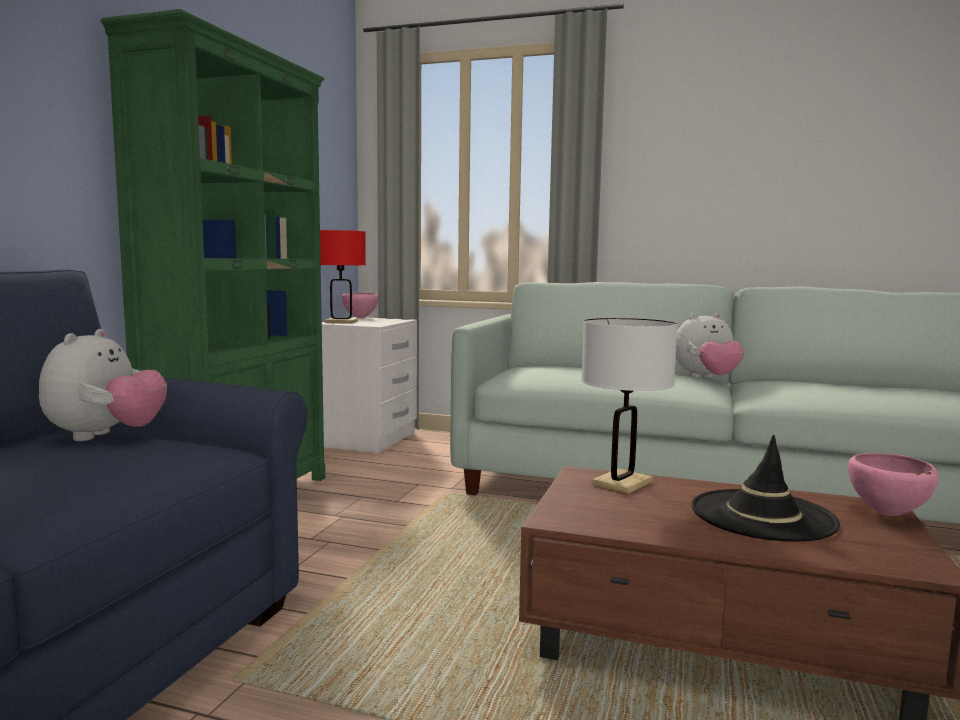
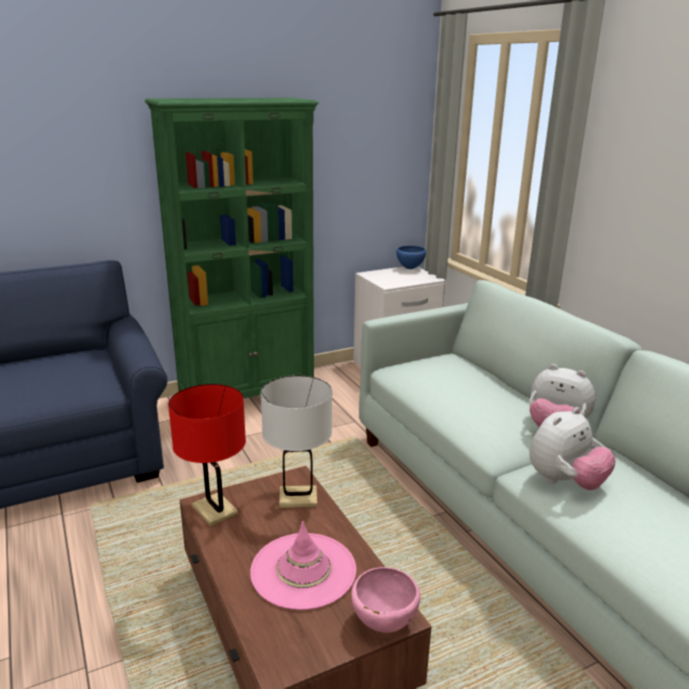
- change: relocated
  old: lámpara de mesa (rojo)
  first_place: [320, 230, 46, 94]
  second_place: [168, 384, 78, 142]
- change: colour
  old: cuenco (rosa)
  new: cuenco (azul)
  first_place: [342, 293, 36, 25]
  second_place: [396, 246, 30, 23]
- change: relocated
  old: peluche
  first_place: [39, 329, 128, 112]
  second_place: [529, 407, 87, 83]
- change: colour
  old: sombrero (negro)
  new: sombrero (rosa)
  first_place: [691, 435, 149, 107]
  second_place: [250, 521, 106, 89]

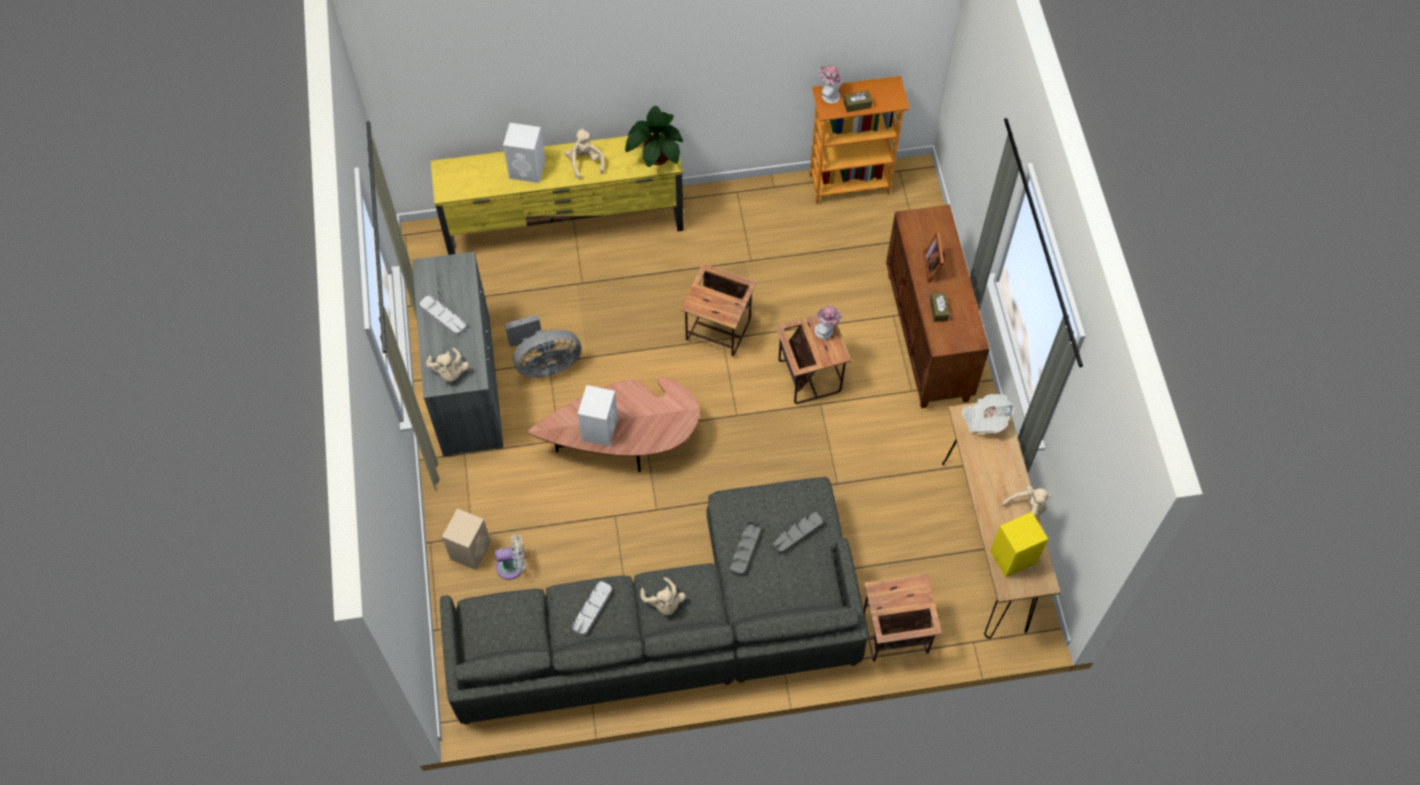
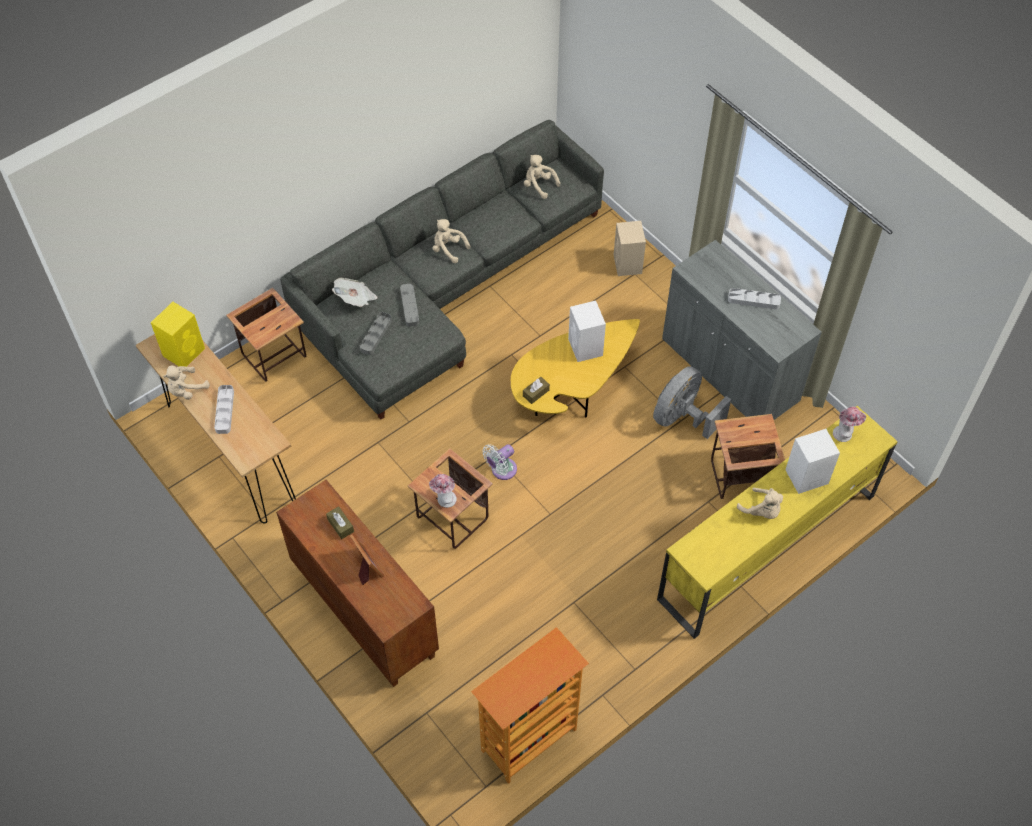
- change: relocated
  old: sombrero
  first_place: [819, 65, 23, 39]
  second_place: [833, 407, 33, 35]
- change: relocated
  old: caja de pañuelos (marrón)
  first_place: [844, 91, 28, 21]
  second_place: [523, 377, 27, 27]
- change: missing
  old: planta en maceta
  first_place: [625, 106, 58, 61]
- change: relocated
  old: mesa auxiliar
  first_place: [680, 264, 77, 92]
  second_place: [711, 414, 74, 85]
- change: relocated
  old: peluche (beis)
  first_place: [426, 348, 43, 34]
  second_place: [524, 155, 37, 44]
- change: colour
  old: mesa de centro (marrón)
  new: mesa de centro (amarillo)
  first_place: [528, 377, 172, 95]
  second_place: [511, 319, 129, 98]
- change: relocated
  old: periódico
  first_place: [962, 394, 53, 40]
  second_place: [332, 278, 45, 29]
- change: relocated
  old: ventilador (blanco)
  first_place: [495, 534, 31, 46]
  second_place: [482, 444, 35, 36]
- change: relocated
  old: bandeja (gris)
  first_place: [572, 581, 40, 55]
  second_place: [214, 385, 20, 49]

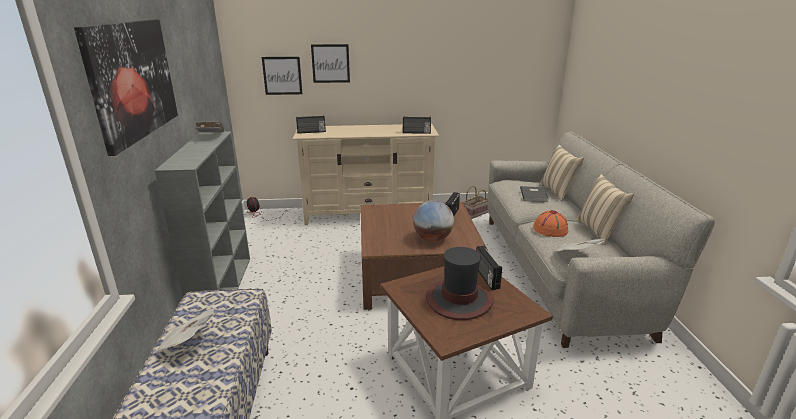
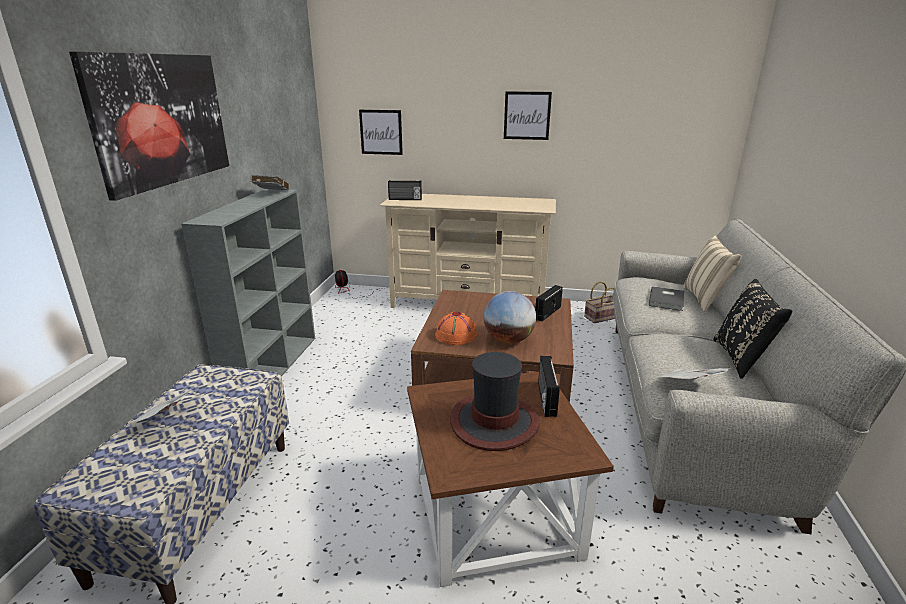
- change: relocated
  old: cuadro
  first_place: [311, 44, 39, 39]
  second_place: [504, 91, 48, 49]
- change: missing
  old: radio
  first_place: [403, 117, 28, 17]
- change: colour
  old: cojín (beis)
  new: cojín (negro)
  first_place: [576, 174, 58, 71]
  second_place: [714, 279, 78, 100]
- change: relocated
  old: sombrero (naranja)
  first_place: [533, 210, 35, 27]
  second_place: [435, 312, 42, 33]

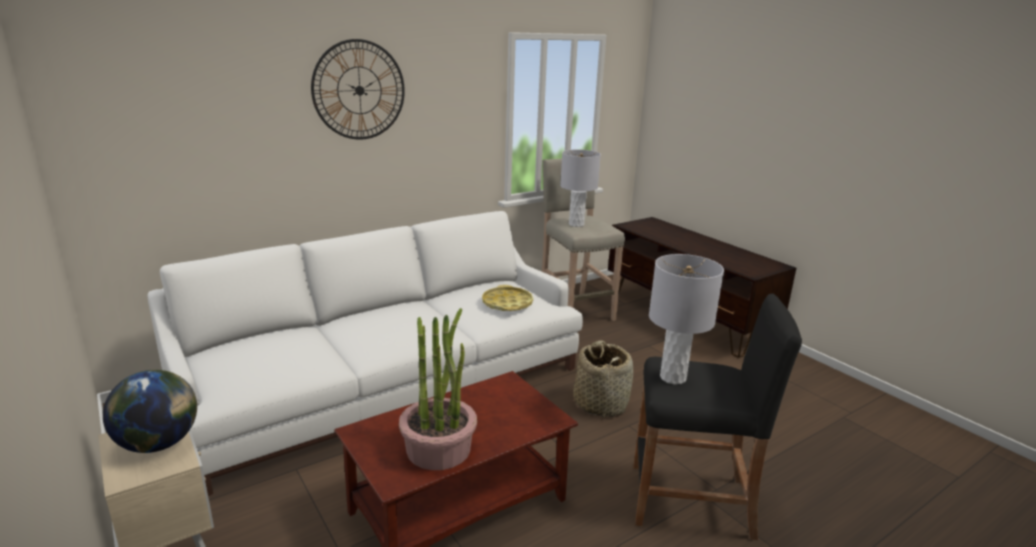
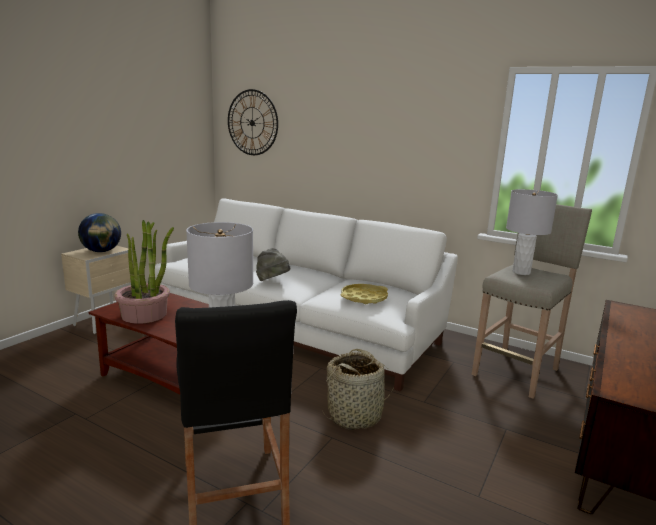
- change: relocated
  old: reloj de pared
  first_place: [311, 39, 94, 101]
  second_place: [228, 89, 50, 66]
- change: appeared
  new: sombrero (gris)
  second_place: [256, 248, 34, 33]

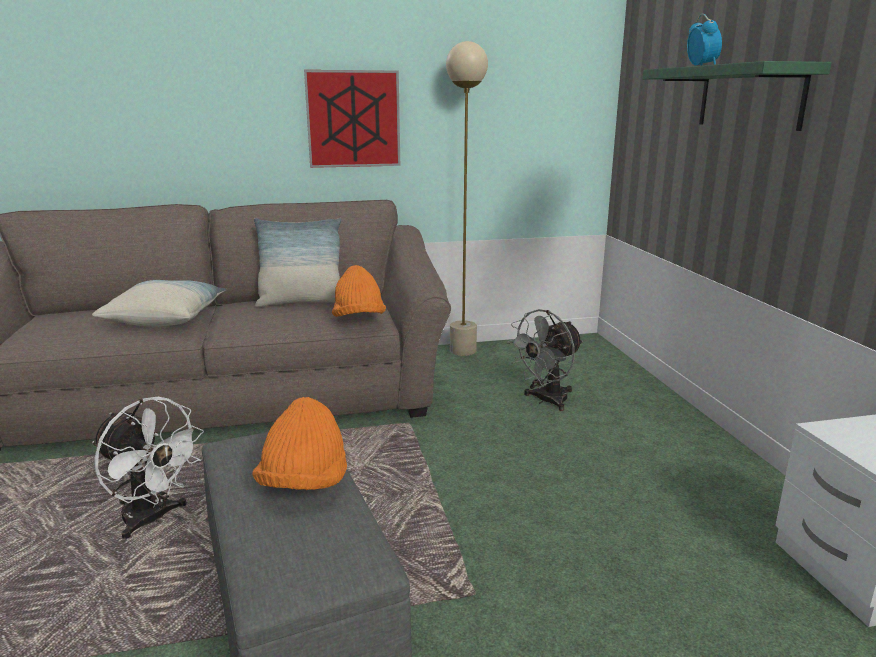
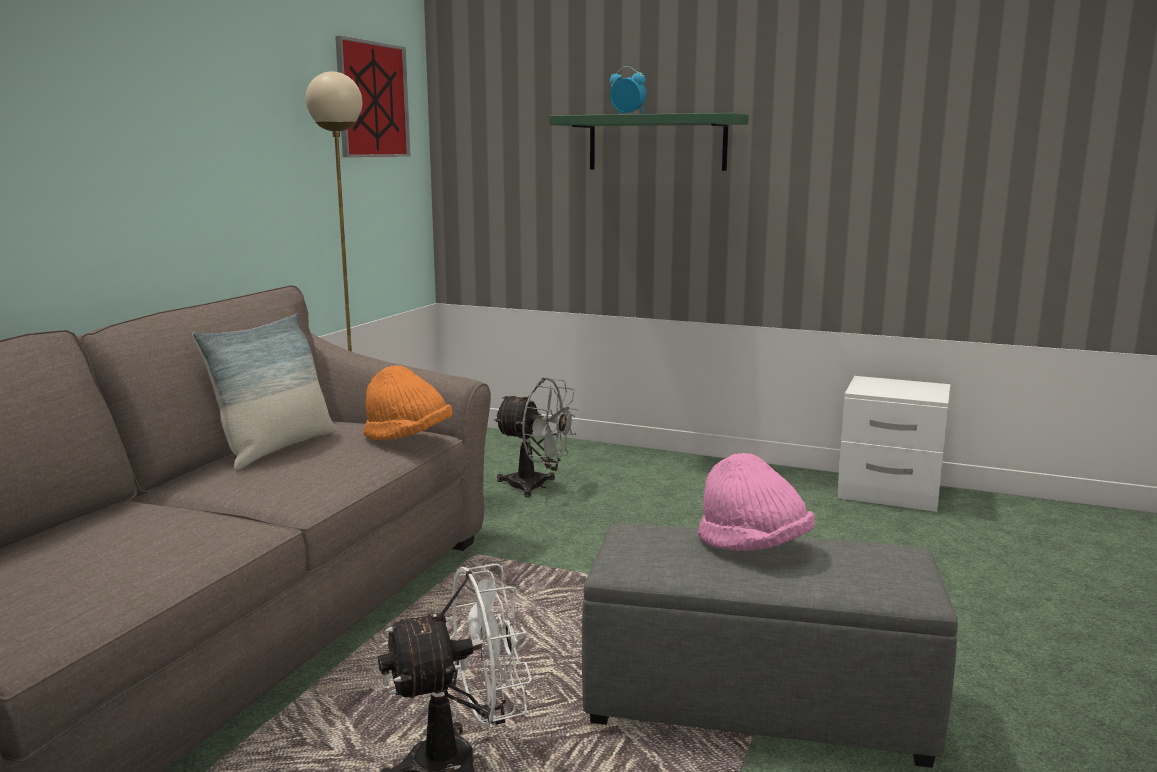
- change: relocated
  old: cuadro
  first_place: [304, 70, 96, 98]
  second_place: [335, 36, 76, 121]
- change: missing
  old: cojín
  first_place: [92, 280, 134, 46]
- change: spun
  old: ventilador (gris)
  first_place: [507, 309, 76, 102]
  second_place: [493, 378, 85, 120]
  degrees: -60
- change: colour
  old: sombrero (naranja)
  new: sombrero (rosa)
  first_place: [252, 397, 95, 93]
  second_place: [698, 453, 117, 98]

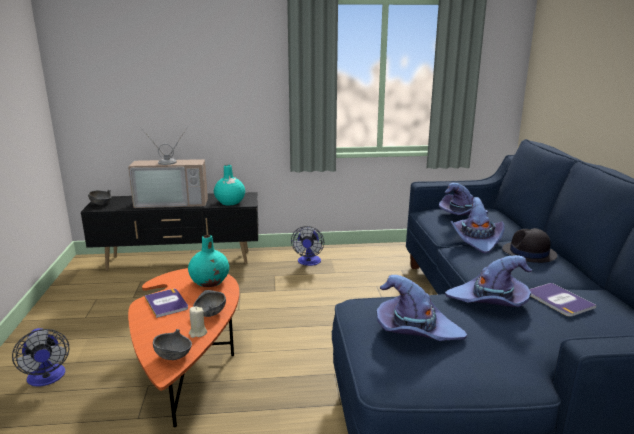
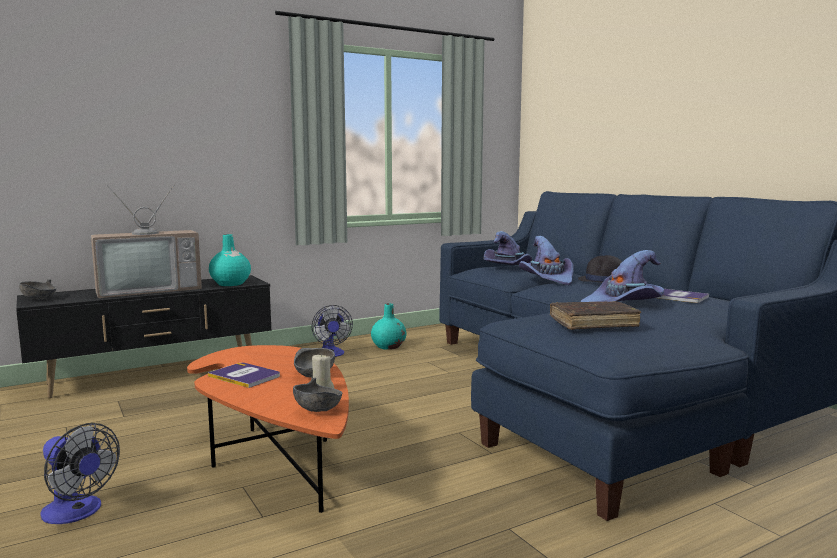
- change: relocated
  old: florero (turquesa)
  first_place: [188, 235, 41, 52]
  second_place: [371, 303, 36, 47]
- change: exchanged
  old: sombrero (morado)
  new: libro (marrón)
  first_place: [376, 275, 91, 66]
  second_place: [550, 301, 91, 29]

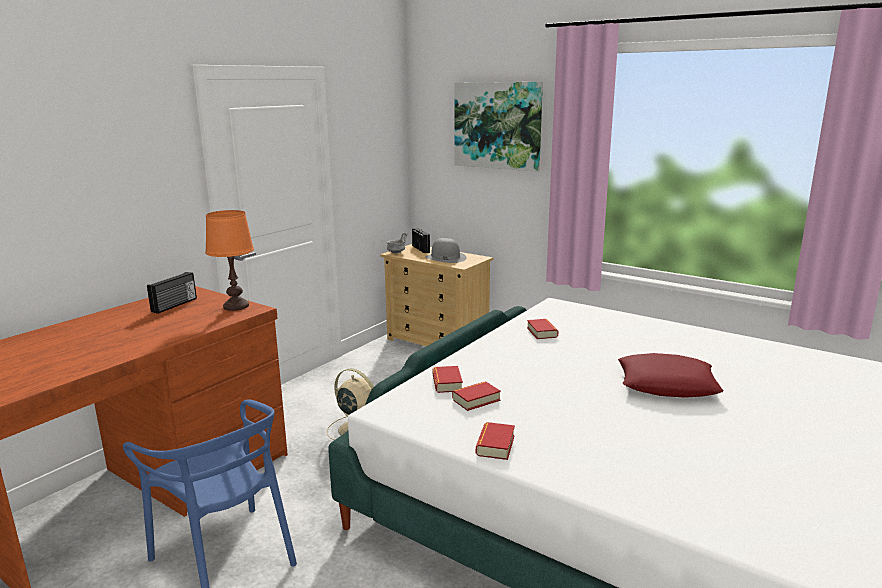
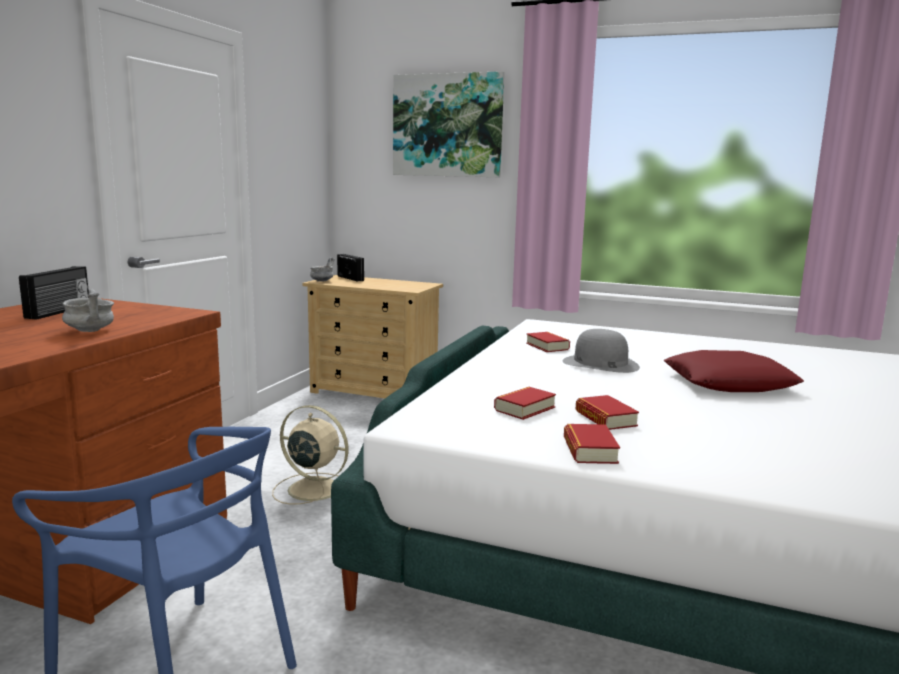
- change: missing
  old: lámpara de mesa (naranja)
  first_place: [205, 210, 49, 101]
- change: relocated
  old: sombrero (gris)
  first_place: [425, 238, 41, 25]
  second_place: [562, 329, 78, 44]
- change: relocated
  old: libro
  first_place: [433, 366, 30, 27]
  second_place: [575, 395, 64, 35]
- change: appeared
  new: cuenco (gris)
  second_place: [62, 289, 52, 43]

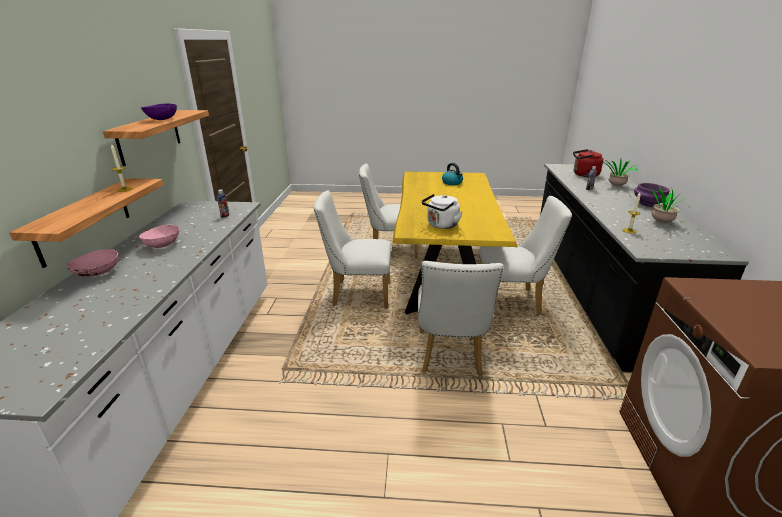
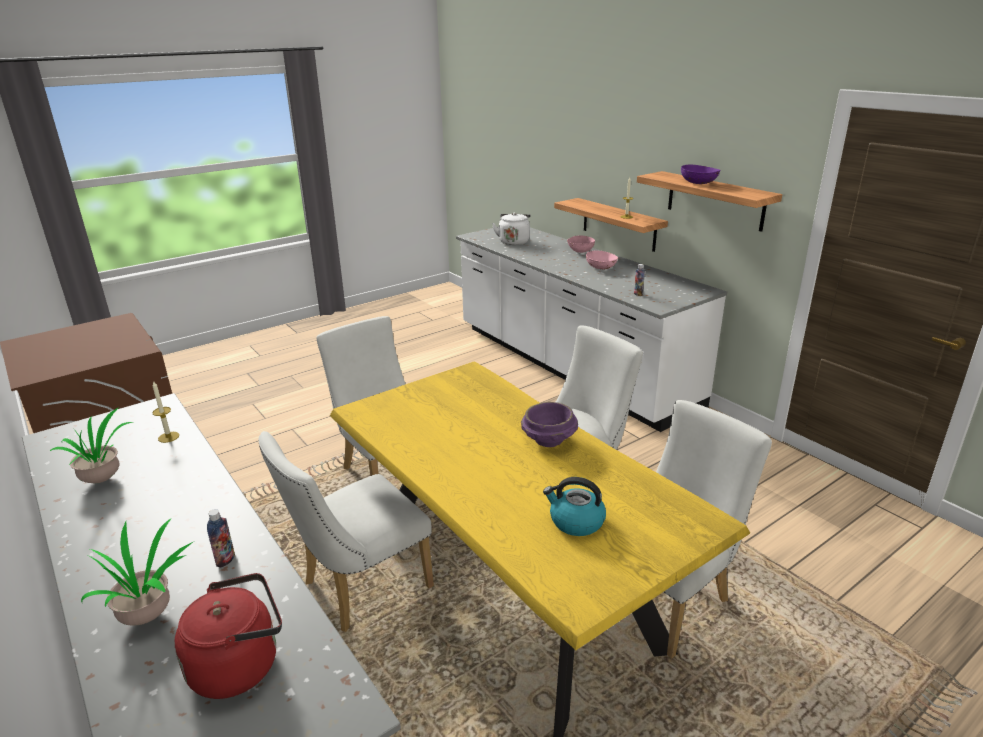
- change: relocated
  old: cuenco (morado)
  first_place: [634, 183, 36, 24]
  second_place: [521, 402, 57, 45]
- change: relocated
  old: hervidor (blanco)
  first_place: [422, 194, 40, 35]
  second_place: [492, 213, 38, 32]

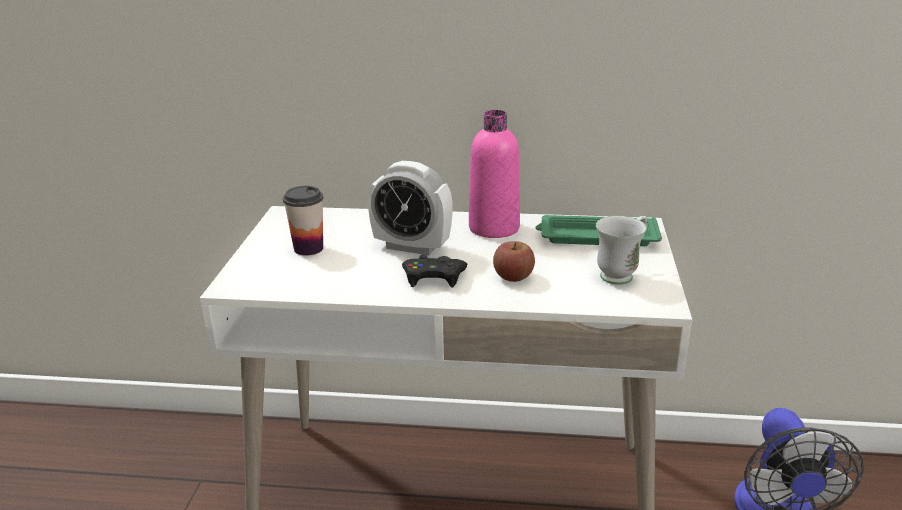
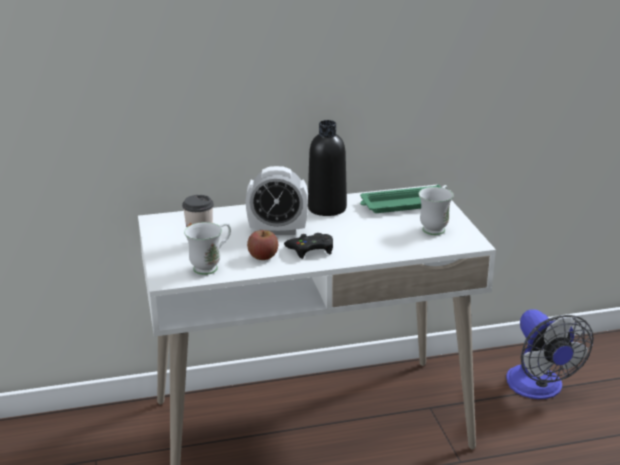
- change: colour
  old: botella (rosa)
  new: botella (negro)
  first_place: [469, 110, 51, 128]
  second_place: [308, 120, 39, 96]
- change: relocated
  old: manzana
  first_place: [493, 241, 42, 41]
  second_place: [247, 230, 31, 30]
- change: appeared
  new: taza grande (blanco)
  second_place: [184, 222, 47, 53]

